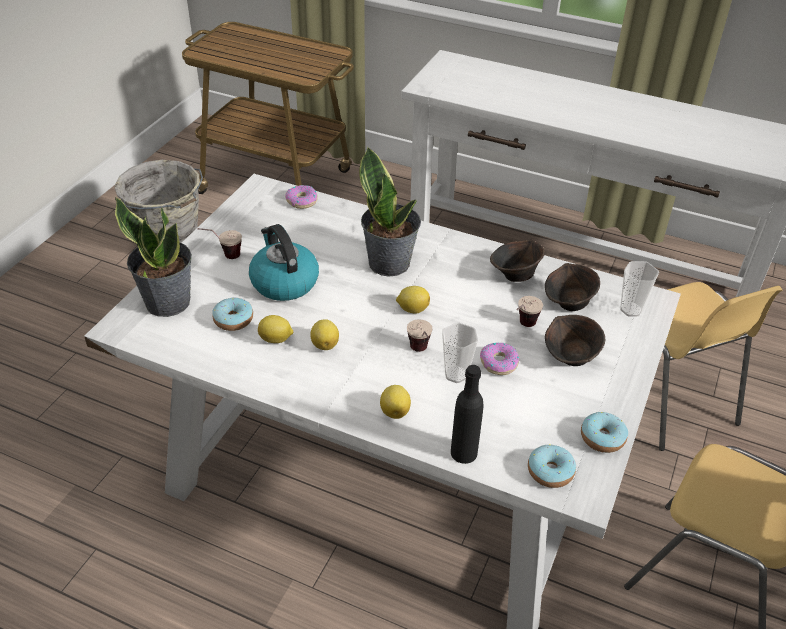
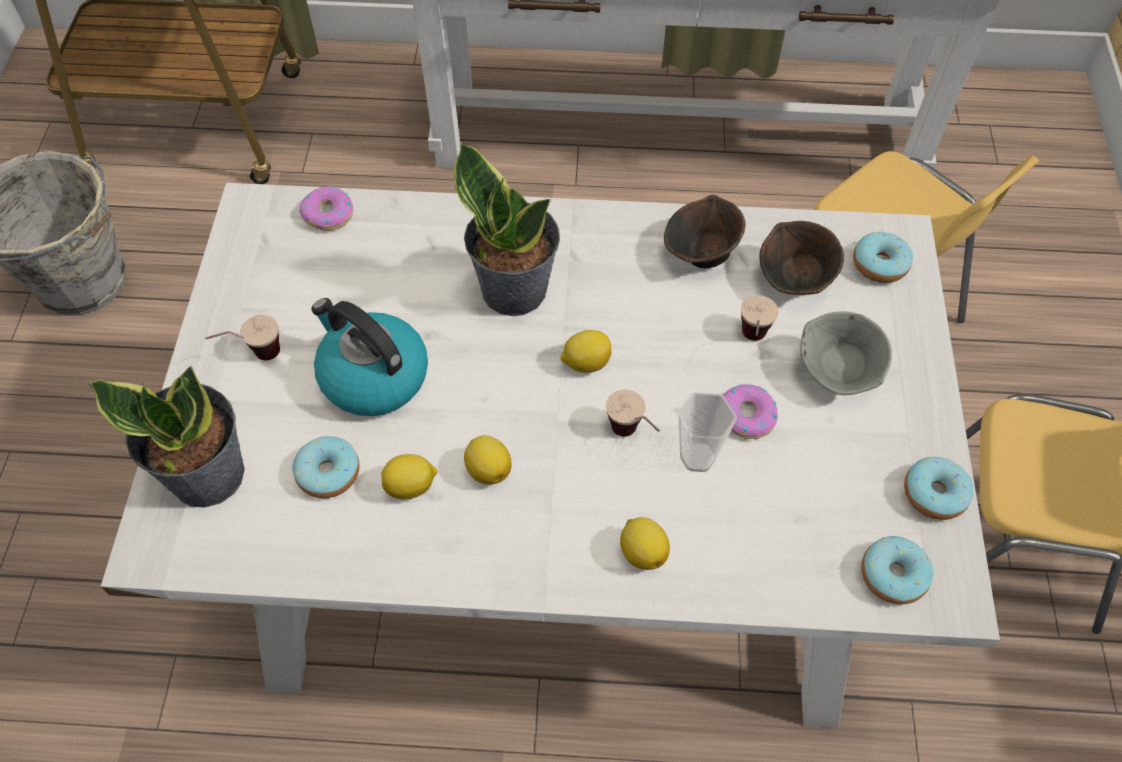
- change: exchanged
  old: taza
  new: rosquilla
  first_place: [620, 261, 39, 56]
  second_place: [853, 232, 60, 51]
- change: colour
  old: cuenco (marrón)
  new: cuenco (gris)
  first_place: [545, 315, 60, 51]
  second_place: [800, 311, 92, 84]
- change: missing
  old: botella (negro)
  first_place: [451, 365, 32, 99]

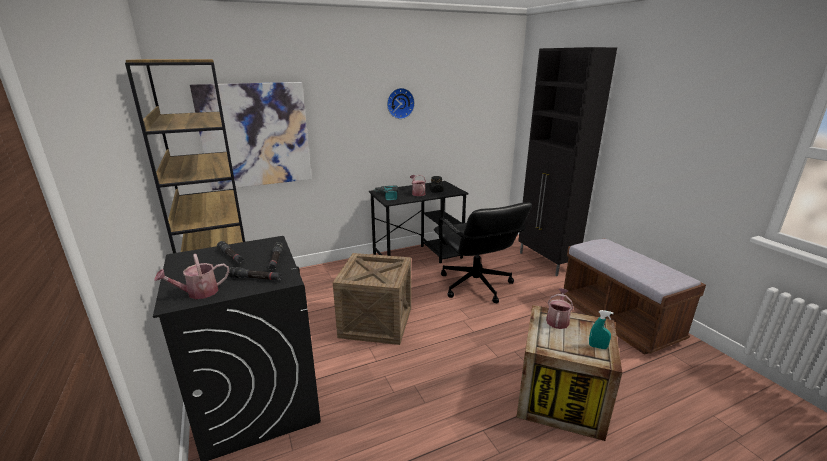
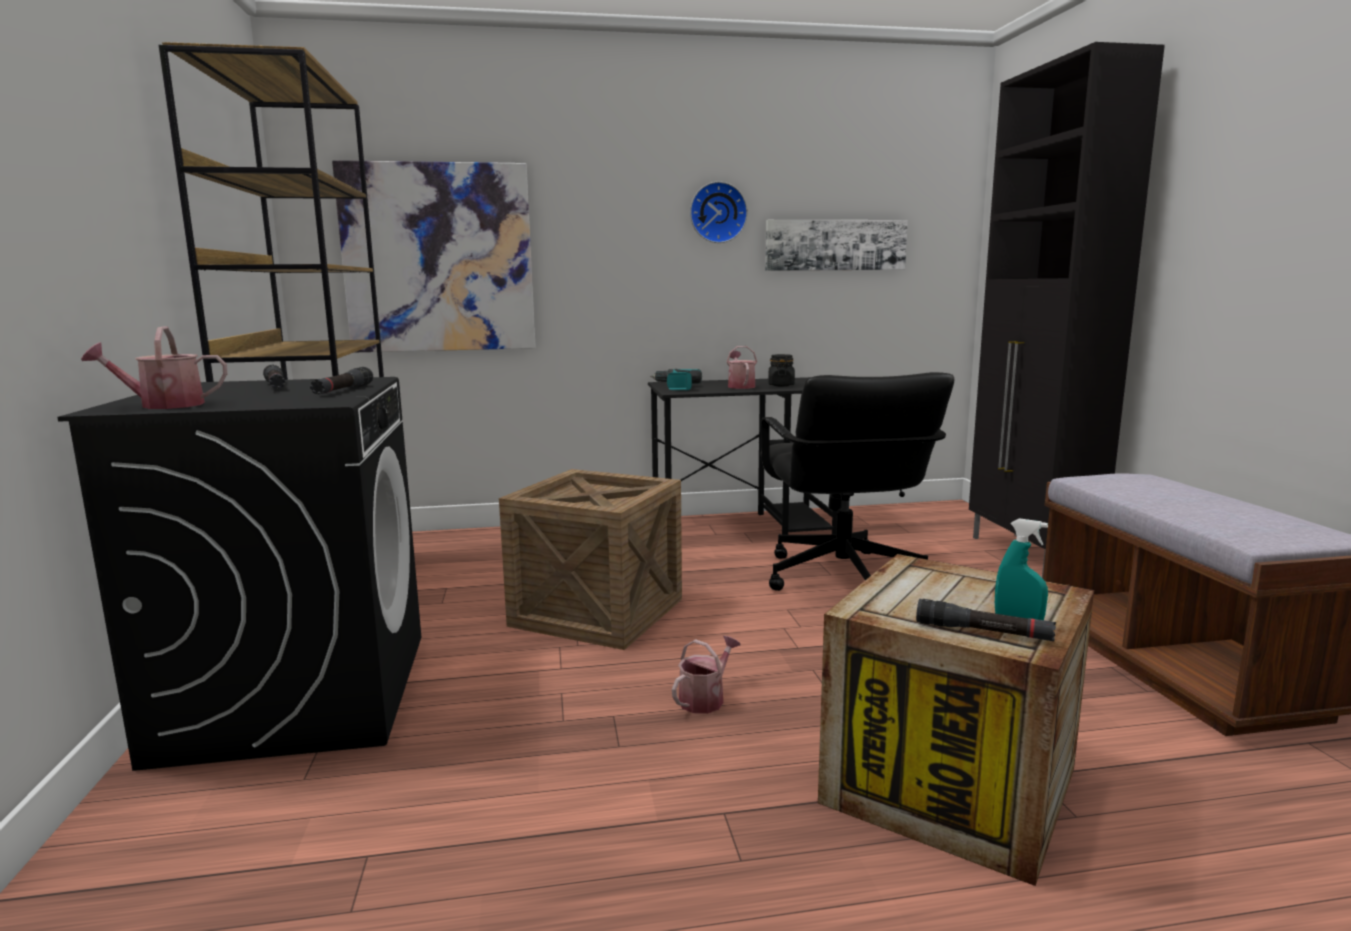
- change: relocated
  old: linterna (negro)
  first_place: [228, 267, 54, 14]
  second_place: [916, 599, 140, 42]
- change: relocated
  old: regadera
  first_place: [546, 288, 27, 41]
  second_place: [672, 636, 68, 78]
- change: appeared
  new: cuadro
  second_place: [765, 220, 143, 51]

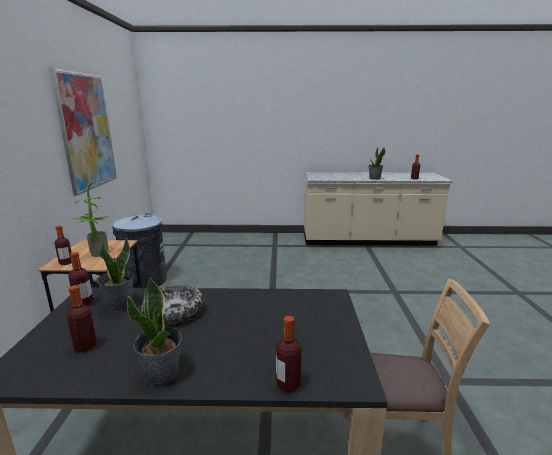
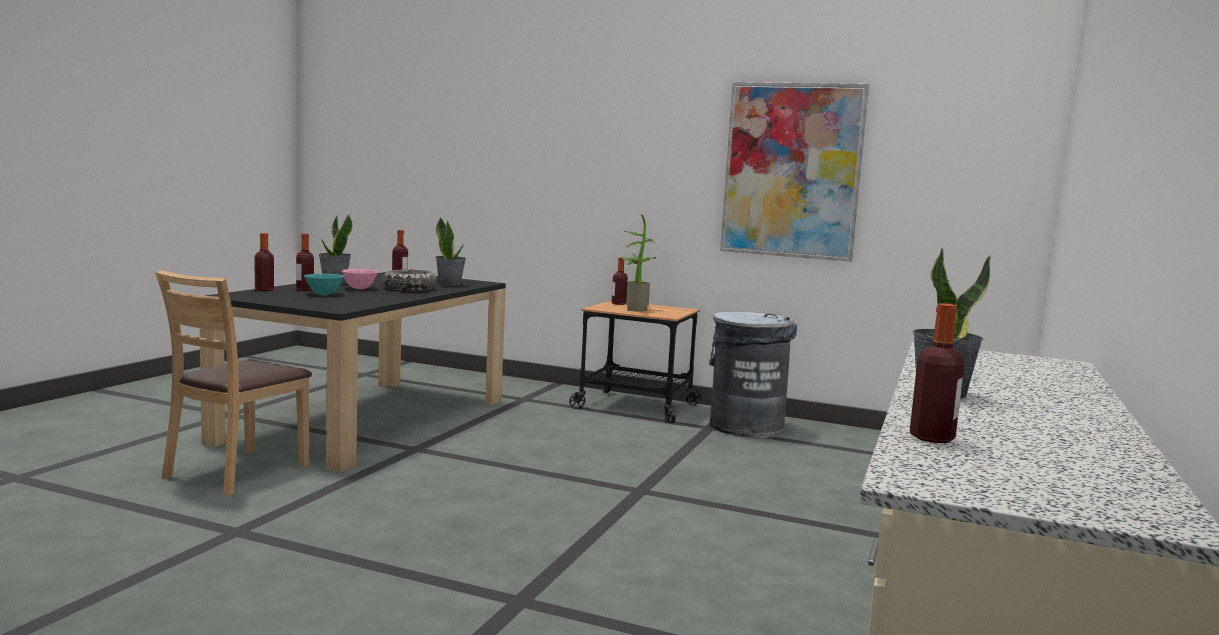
- change: relocated
  old: botella
  first_place: [68, 252, 26, 54]
  second_place: [296, 234, 18, 57]
- change: appeared
  new: cuenco (rosa)
  second_place: [342, 269, 36, 20]
- change: appeared
  new: cuenco (turquesa)
  second_place: [304, 274, 40, 21]

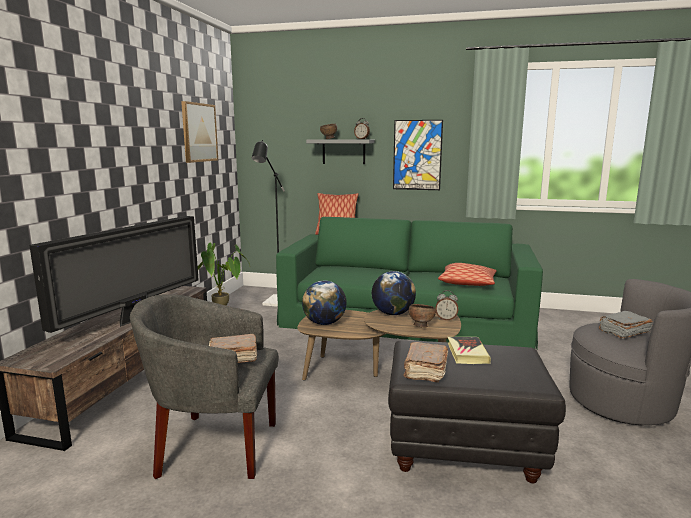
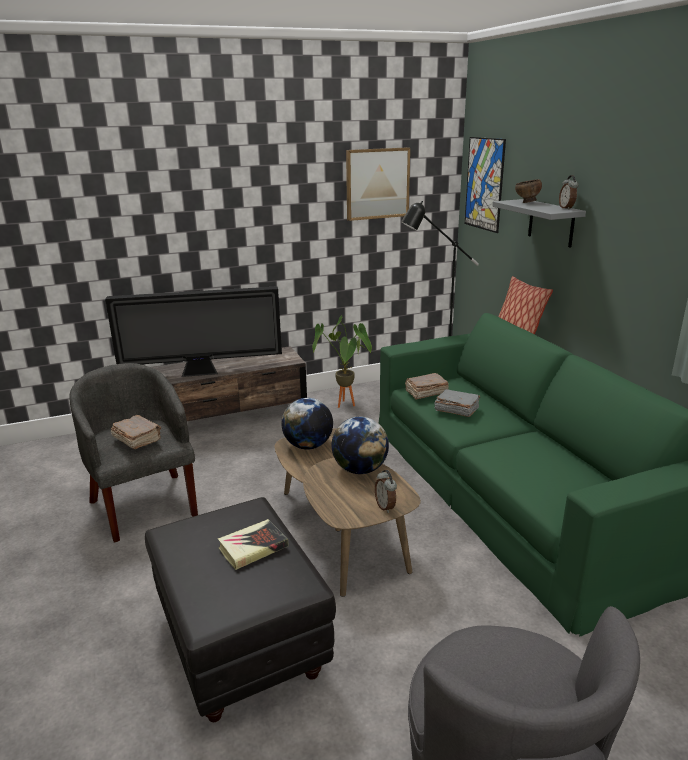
- change: relocated
  old: cuadro
  first_place: [393, 120, 50, 70]
  second_place: [465, 137, 41, 96]
- change: missing
  old: cojín
  first_place: [438, 263, 59, 23]
- change: missing
  old: cuenco (marrón)
  first_place: [409, 304, 27, 23]
- change: relocated
  old: libro (gris)
  first_place: [599, 311, 54, 28]
  second_place: [434, 389, 46, 28]
- change: relocated
  old: libro (marrón)
  first_place: [404, 342, 44, 41]
  second_place: [405, 373, 44, 26]

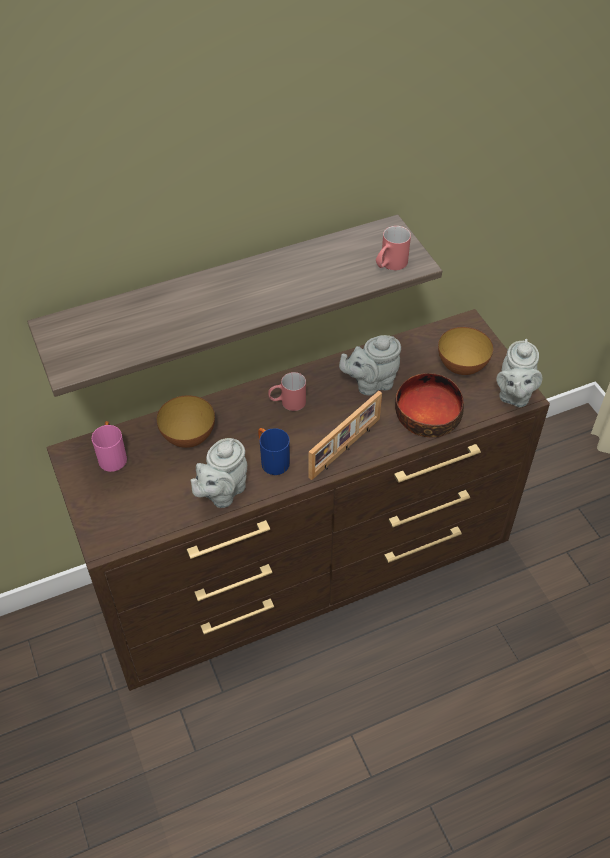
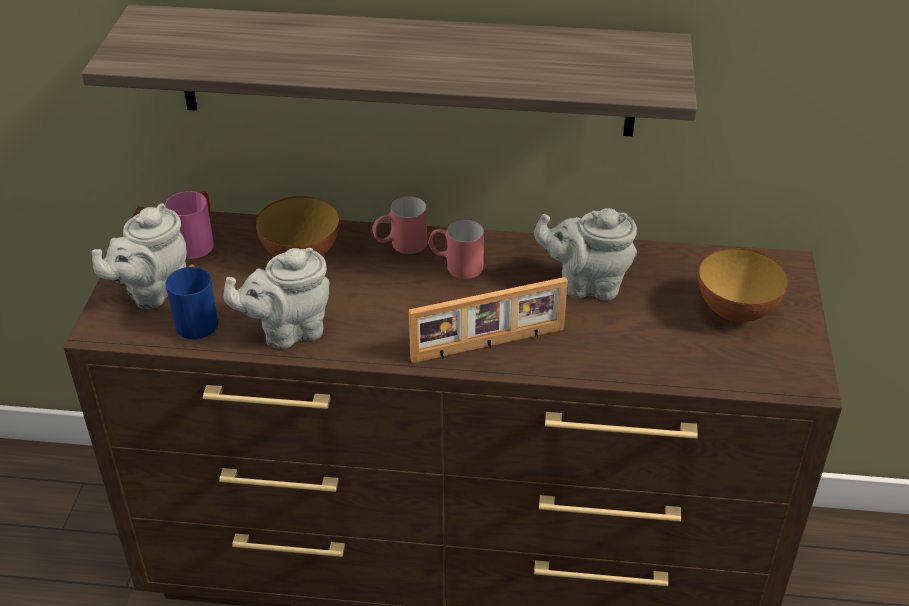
- change: relocated
  old: taza grande (rojo)
  first_place: [376, 226, 35, 44]
  second_place: [372, 197, 55, 57]
- change: relocated
  old: tetera (gris)
  first_place: [496, 339, 47, 68]
  second_place: [92, 203, 95, 106]
- change: missing
  old: cuenco
  first_place: [395, 373, 69, 64]
- change: relocated
  old: taza grande (azul)
  first_place: [258, 428, 32, 47]
  second_place: [166, 264, 52, 75]

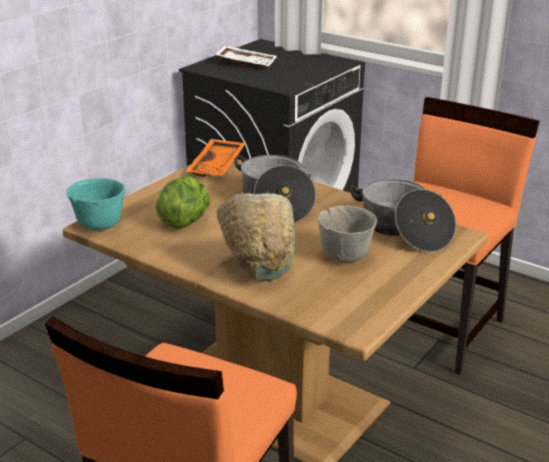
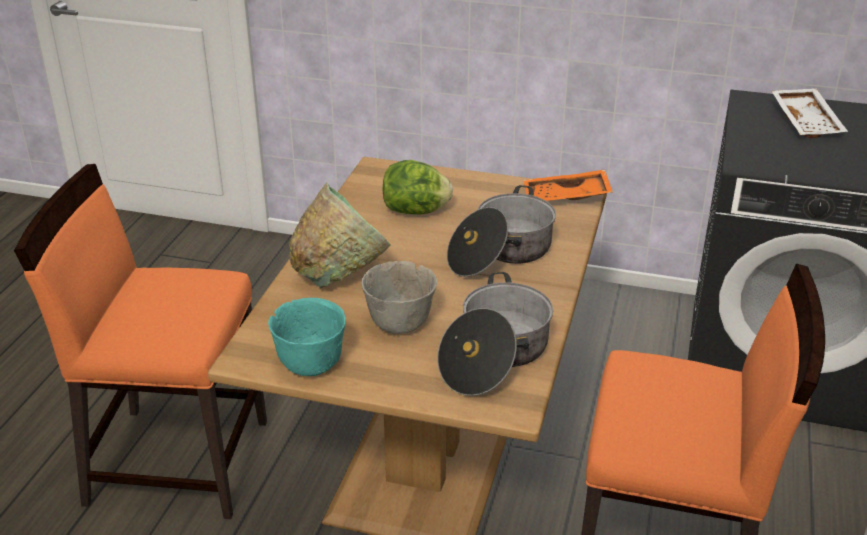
- change: relocated
  old: cuenco (turquesa)
  first_place: [67, 178, 58, 52]
  second_place: [268, 298, 78, 78]

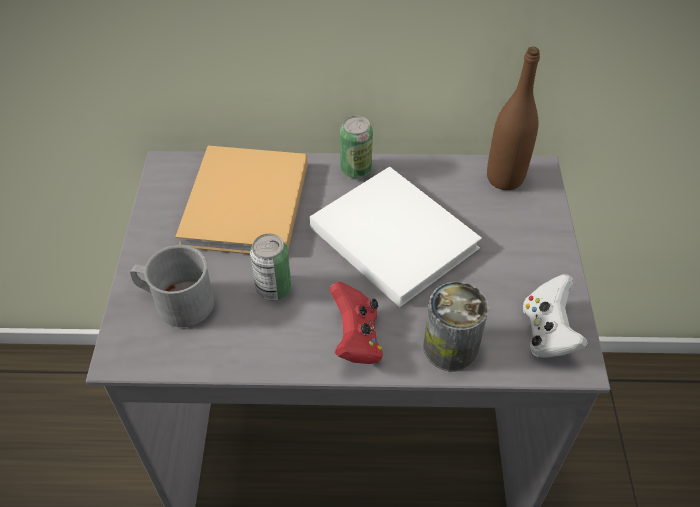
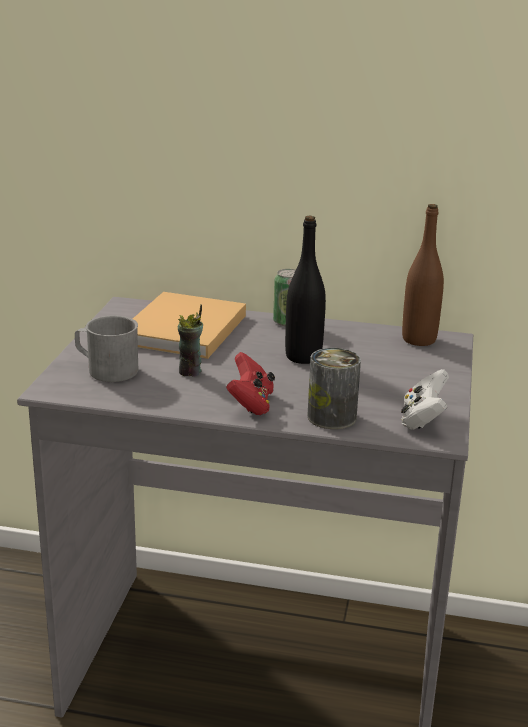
- change: exchanged
  old: libro (blanco)
  new: botella (negro)
  first_place: [310, 166, 172, 141]
  second_place: [285, 216, 41, 148]
- change: exchanged
  old: lata
  new: taza
  first_place: [250, 234, 41, 67]
  second_place: [178, 304, 25, 73]

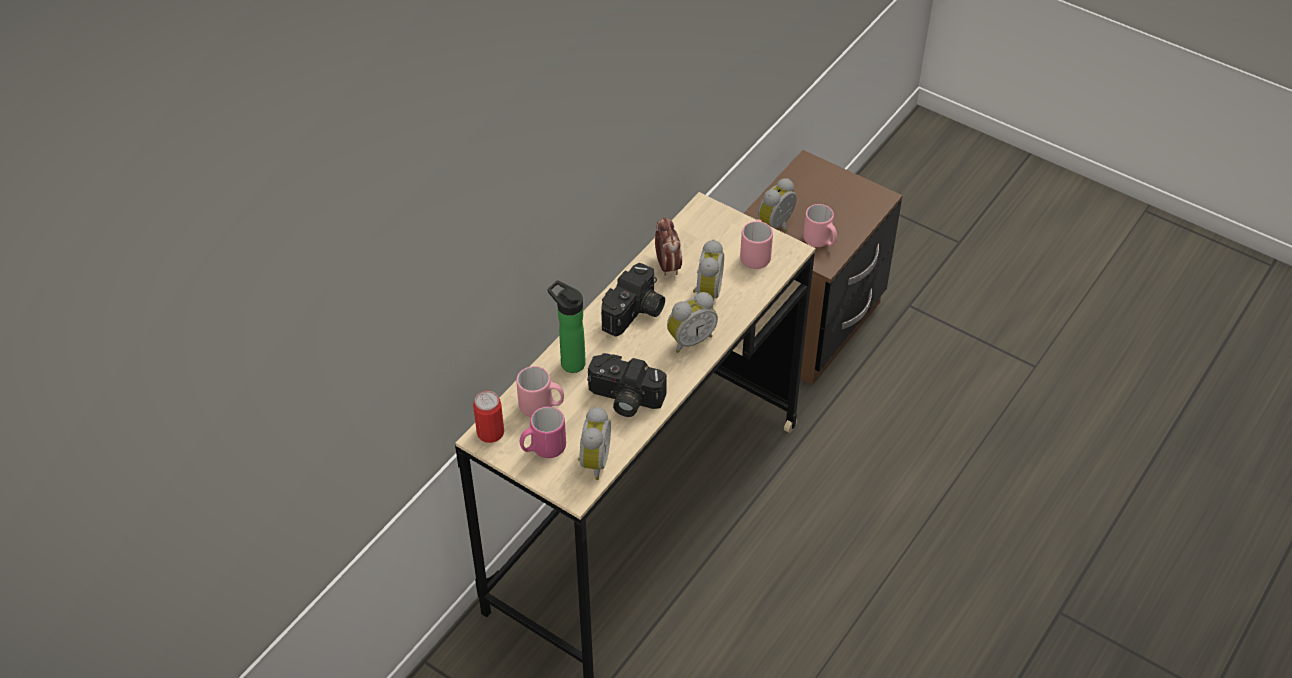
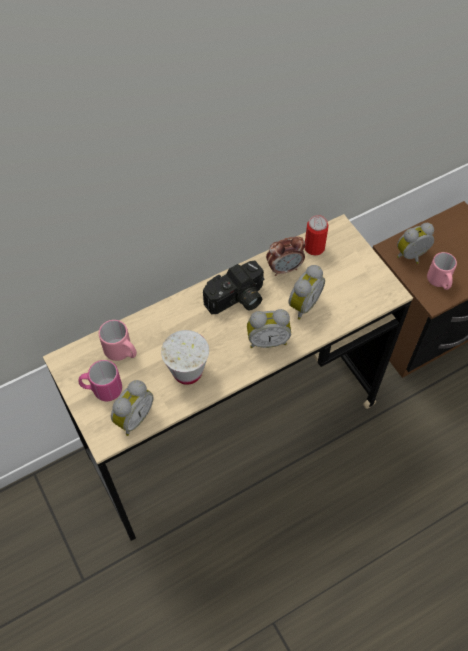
- change: spun
  old: despertador
  first_place: [655, 216, 27, 59]
  second_place: [266, 236, 40, 40]
  degrees: 60
- change: missing
  old: taza grande (rosa)
  first_place: [740, 219, 33, 50]
- change: missing
  old: botella
  first_place: [547, 280, 39, 93]
- change: exchanged
  old: cámara
  new: taza (blanco)
  first_place: [587, 353, 80, 64]
  second_place: [161, 330, 48, 55]
- change: relocated
  old: lata
  first_place: [473, 391, 31, 52]
  second_place: [305, 215, 24, 41]

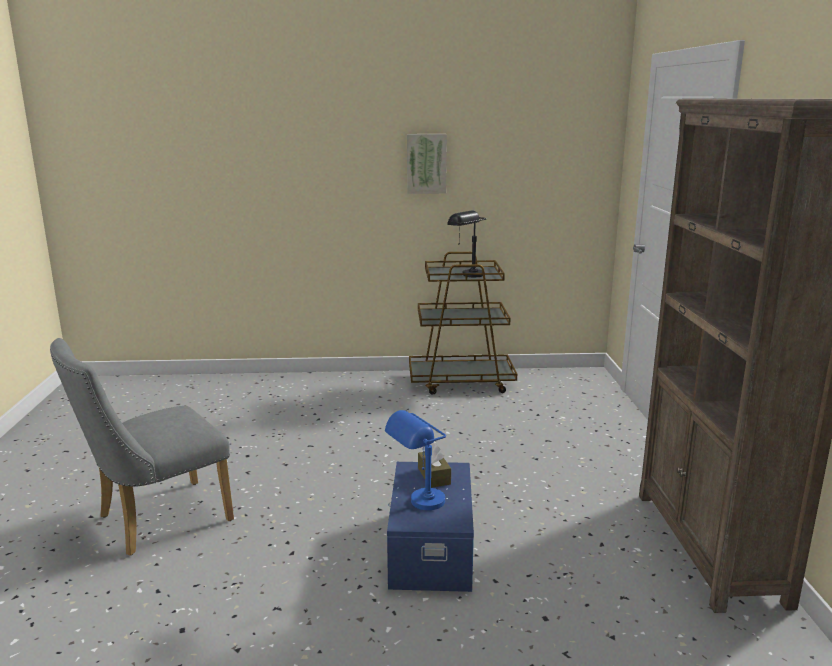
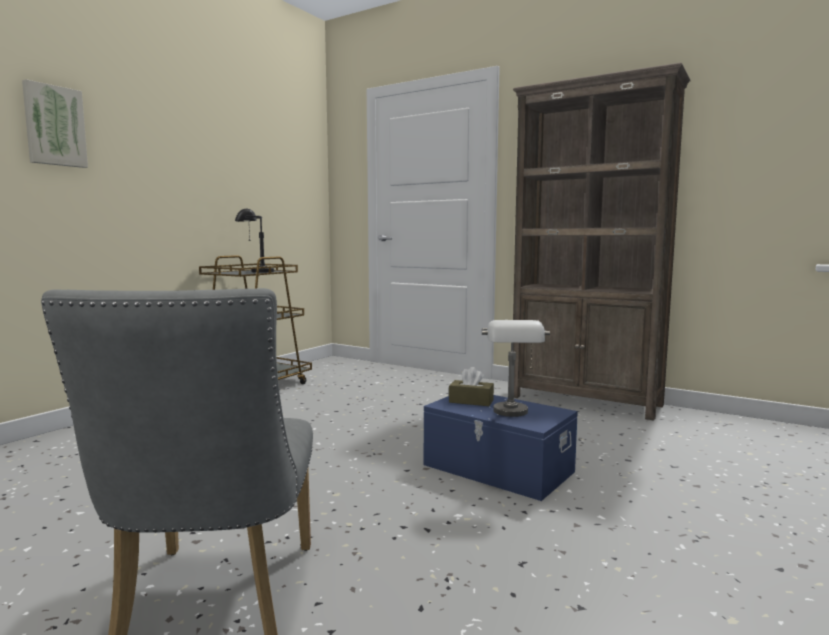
- change: relocated
  old: cuadro
  first_place: [407, 134, 40, 60]
  second_place: [22, 79, 66, 89]
- change: colour
  old: lámpara de mesa (azul)
  new: lámpara de mesa (gris)
  first_place: [385, 410, 61, 100]
  second_place: [481, 320, 69, 97]

